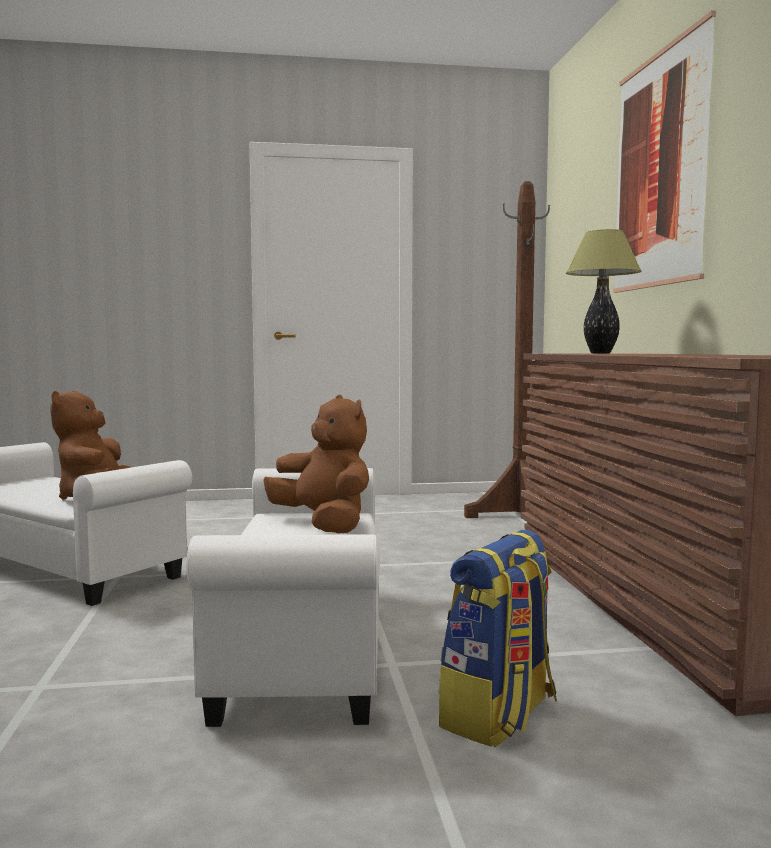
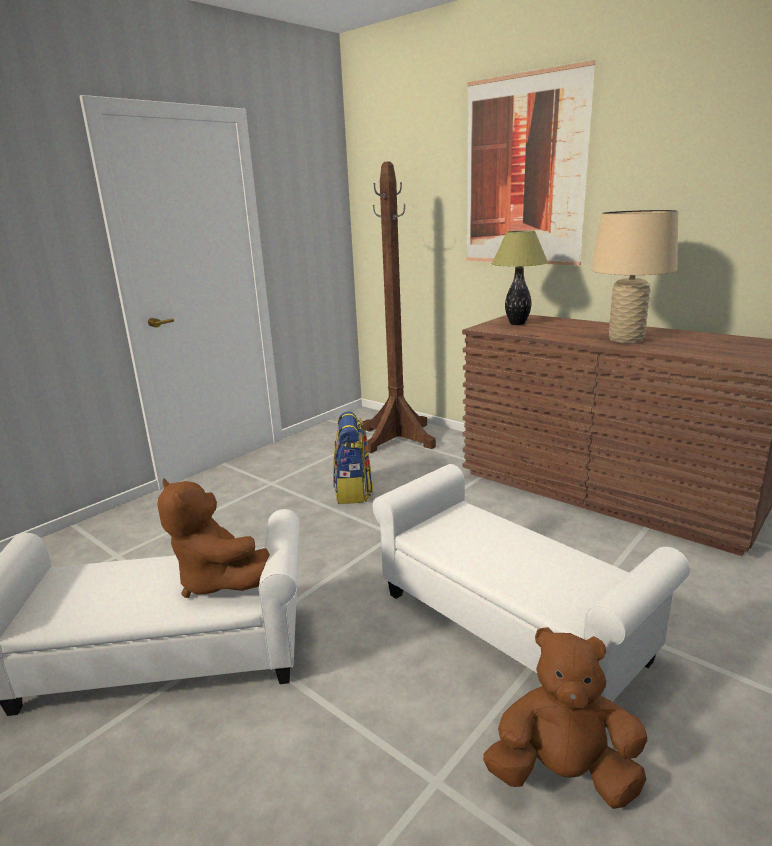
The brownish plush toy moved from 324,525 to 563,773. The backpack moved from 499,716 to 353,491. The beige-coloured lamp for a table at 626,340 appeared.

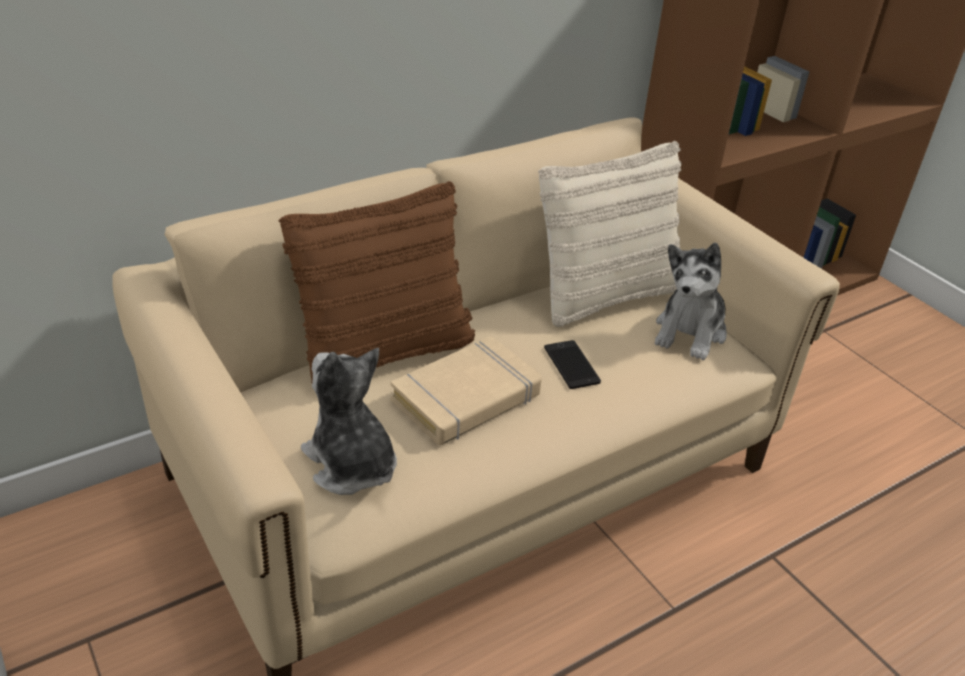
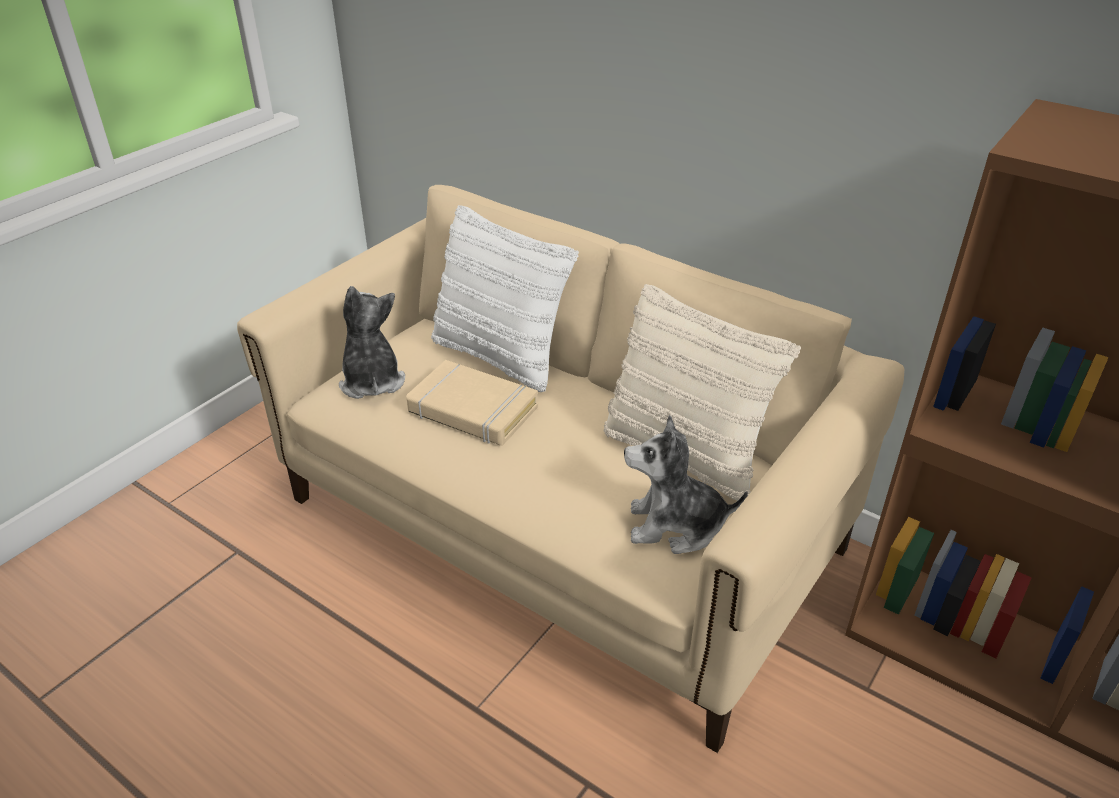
The brownish cushion at 385,353 became the white cushion at 502,358. The plush toy at 351,464 turned 45 degrees counterclockwise. The phone at 571,365 disappeared.

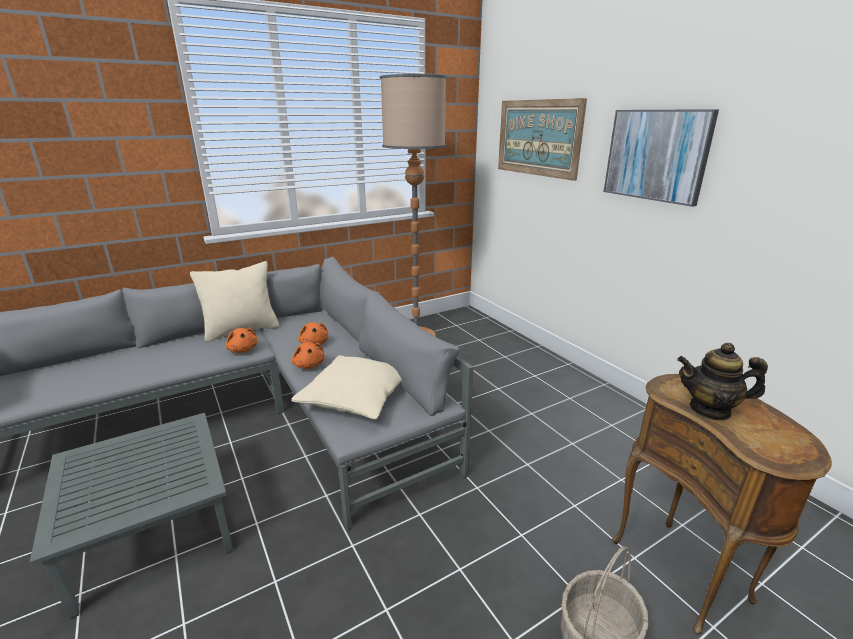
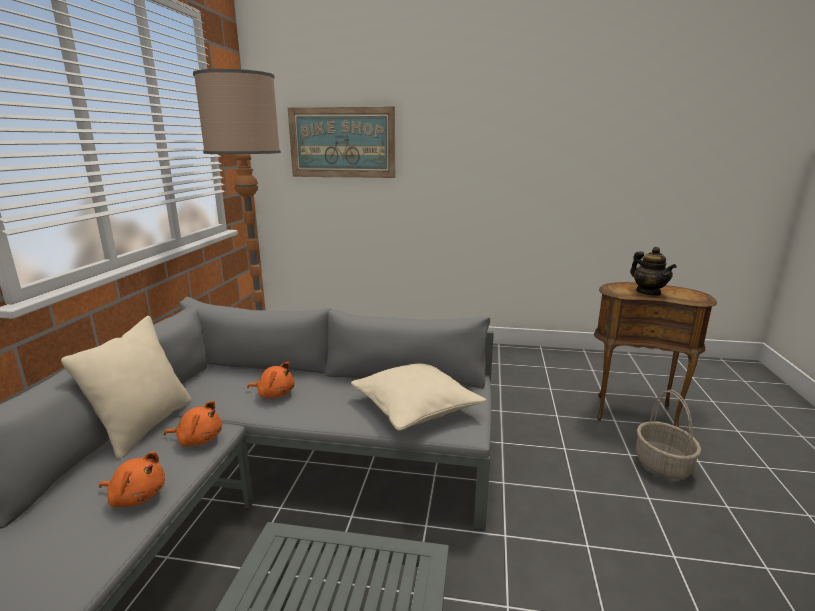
The orangey plush toy moved from 309,365 to 137,496. The wall art at 656,155 disappeared. The tea pot at 710,410 turned 75 degrees counterclockwise.

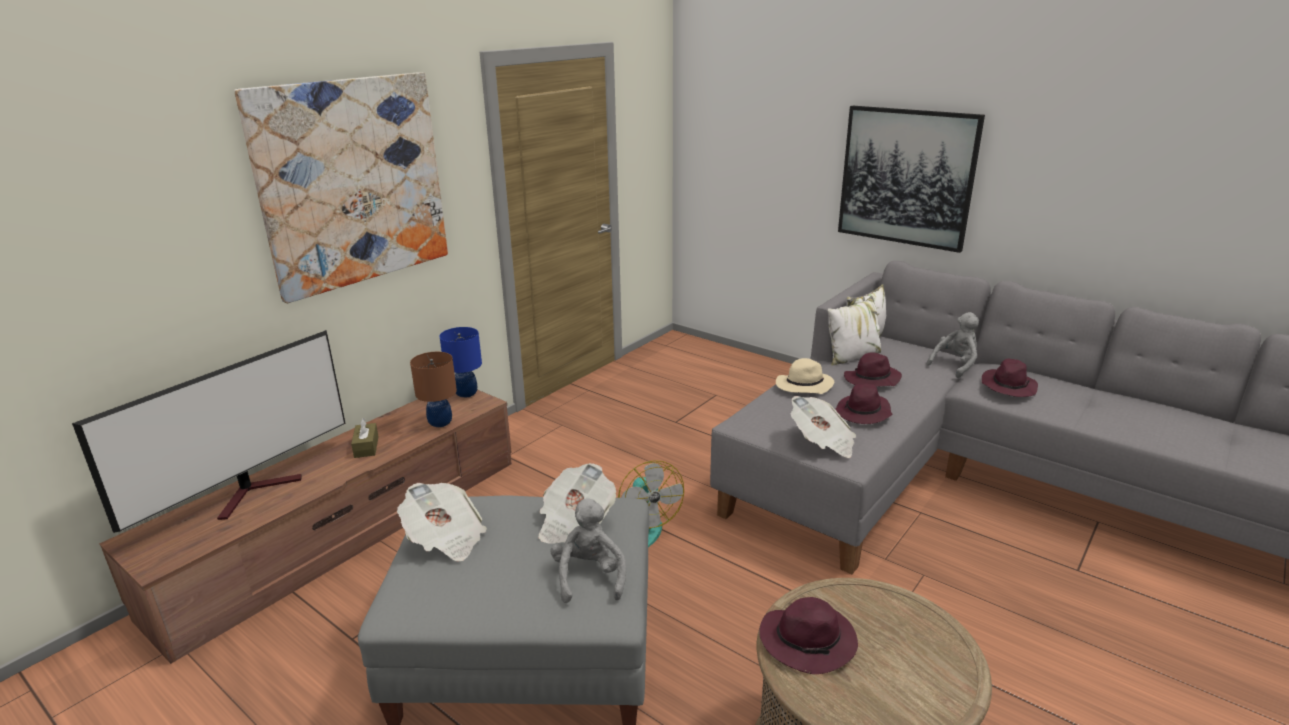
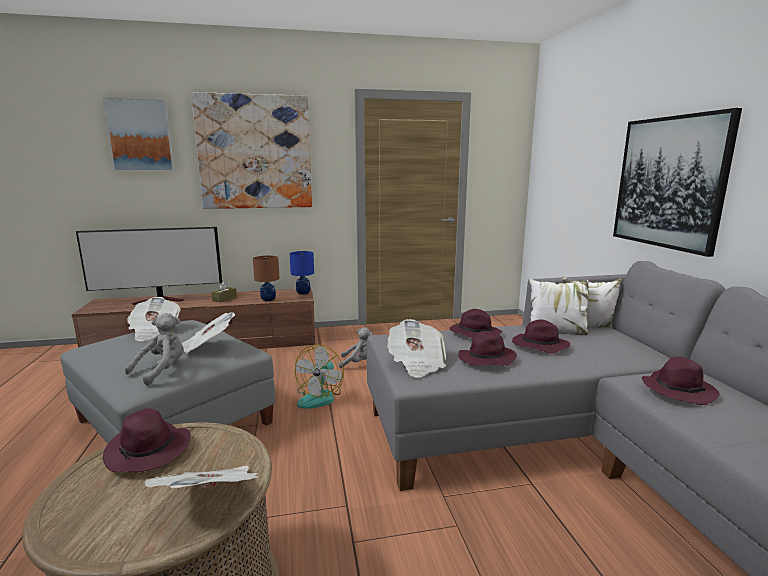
The beige-coloured wearable hat at 803,386 became the purple wearable hat at 474,333. The gray plush toy moved from 955,365 to 358,363. The wall art at 140,135 appeared. The newspaper at 212,500 appeared.

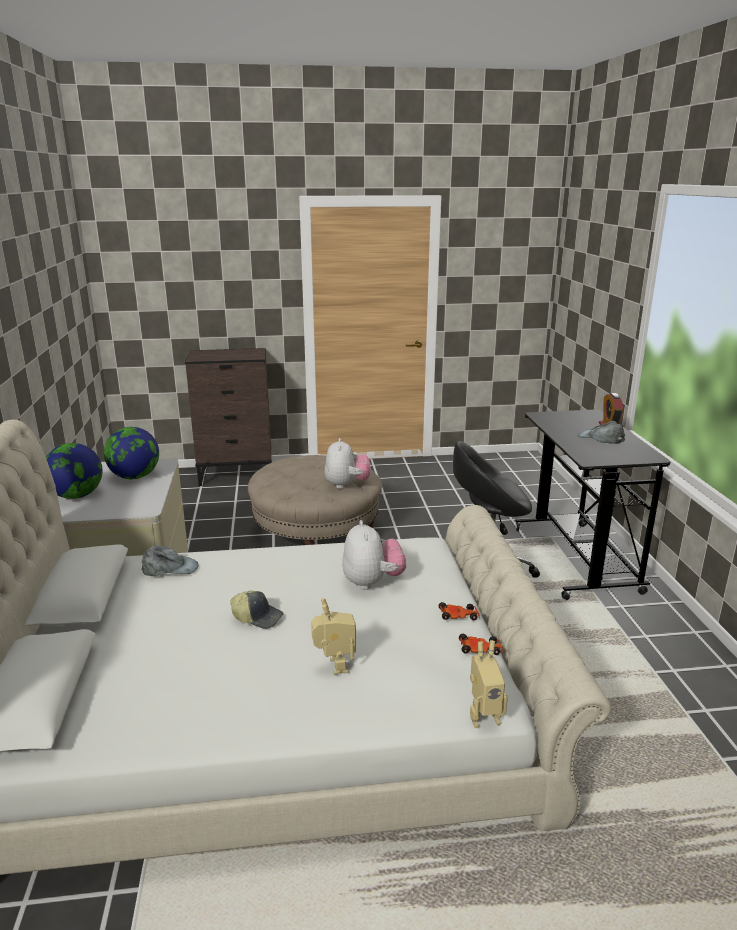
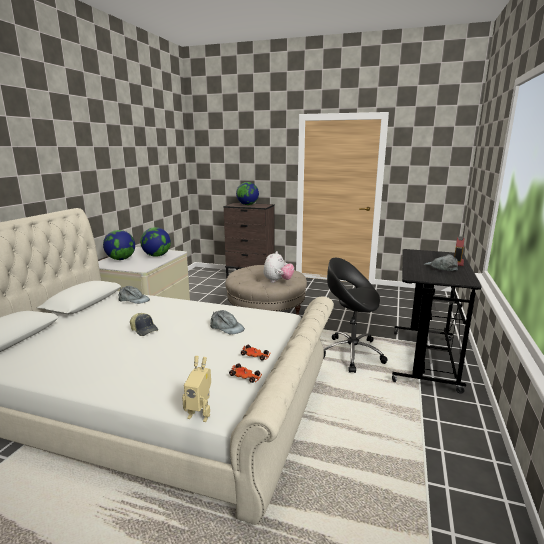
The model robot at 334,666 disappeared. The plush toy at 372,582 was replaced by the gray cap at 226,327. The world globe at 247,205 appeared.

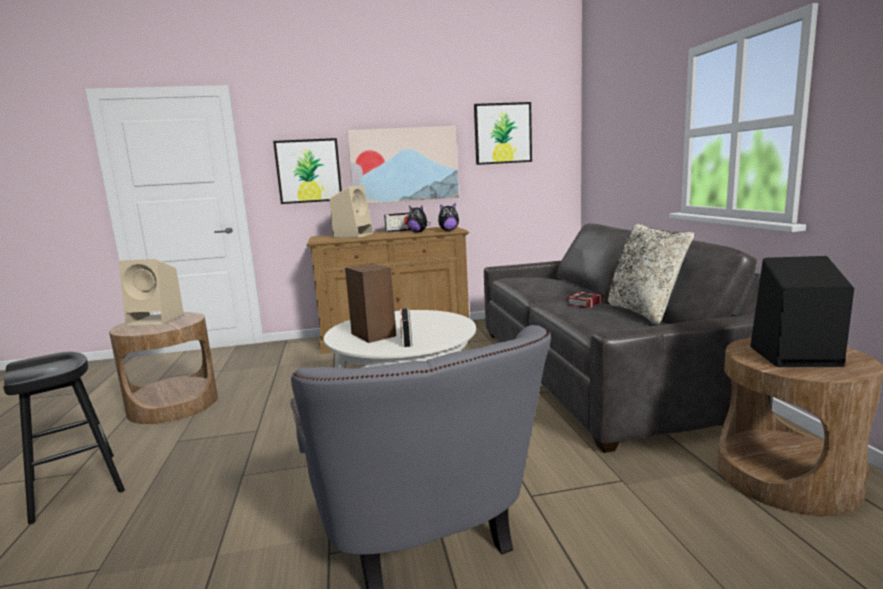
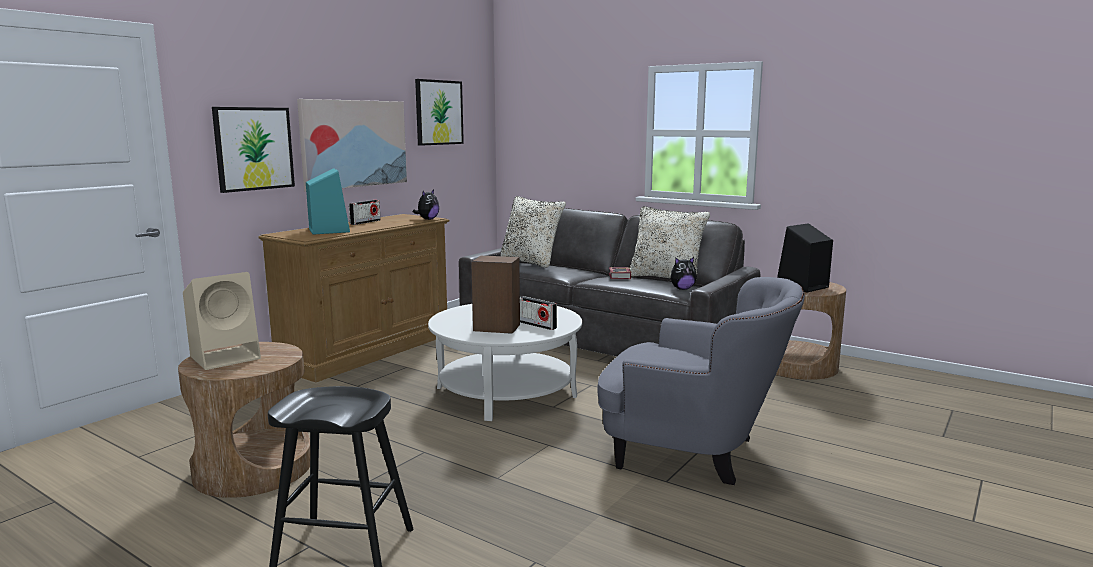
The beige-coloured loudspeaker at 353,235 became the turquoise loudspeaker at 328,230. The plush toy moved from 418,232 to 682,289. The beige-coloured cushion at 531,264 appeared.

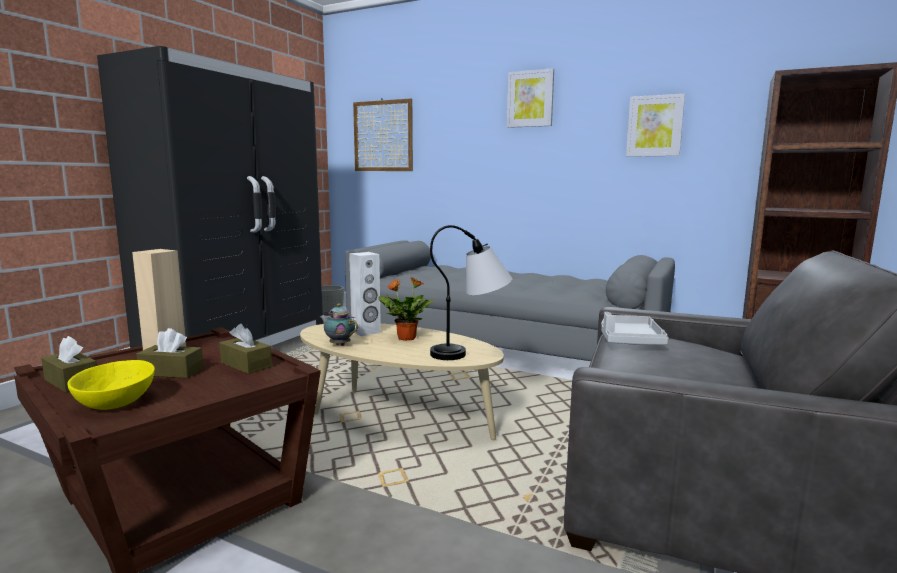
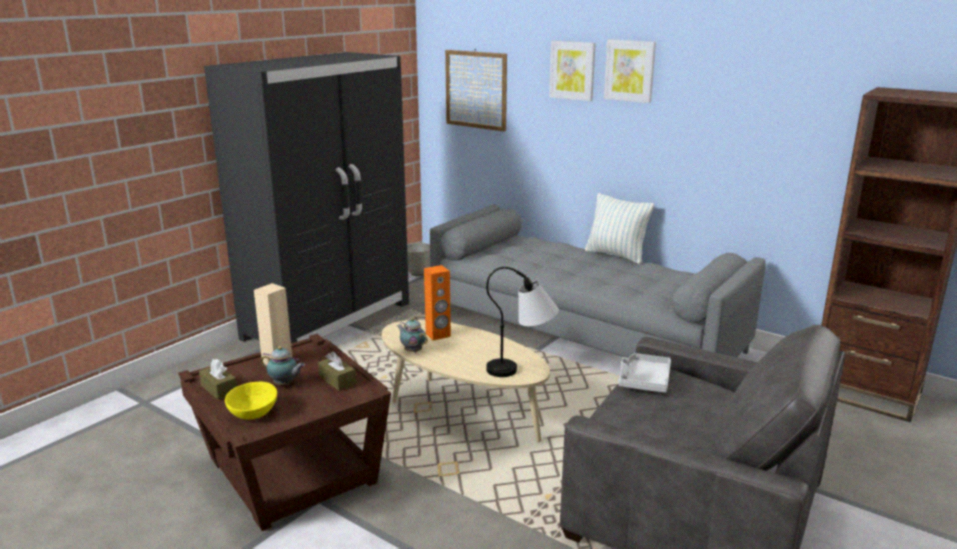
The brownish tissue holder at 171,372 was replaced by the tea pot at 285,384. The white loudspeaker at 366,332 became the orangey loudspeaker at 438,335. The houseplant at 405,338 disappeared. The wall art moved from 654,126 to 572,70. The cushion at 616,255 appeared.

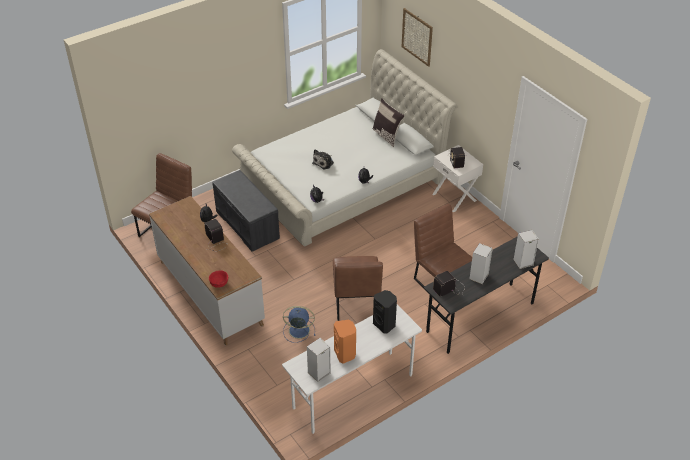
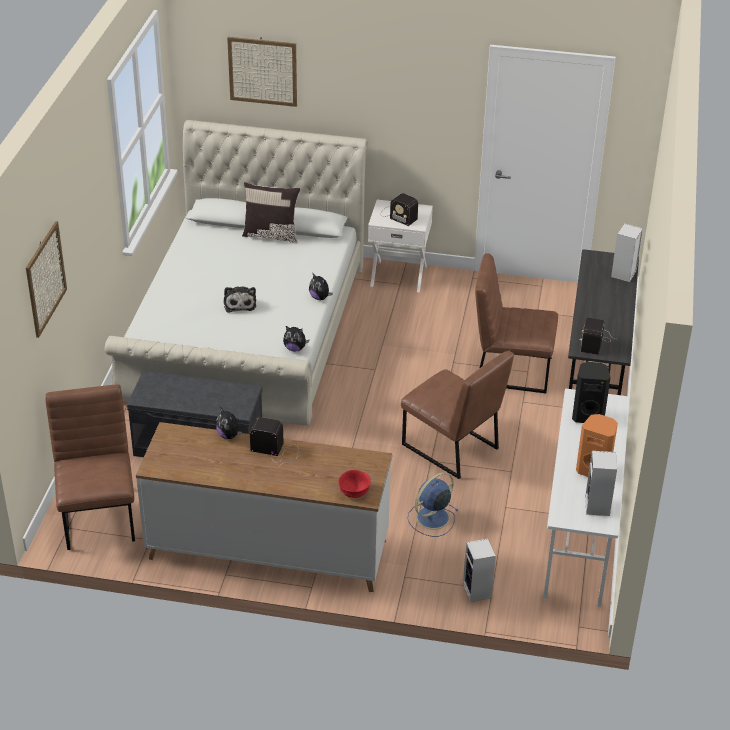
The loudspeaker moved from 479,277 to 478,592. The wall art at 45,277 appeared.

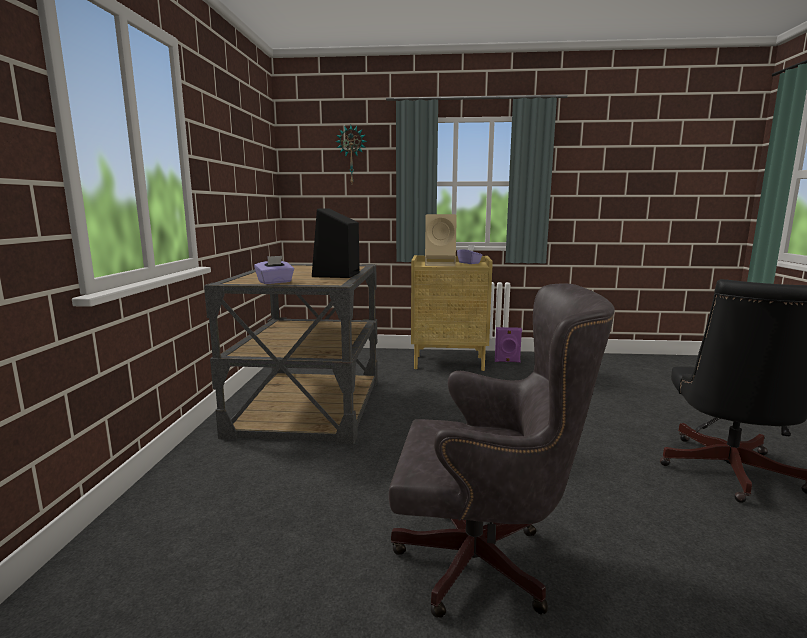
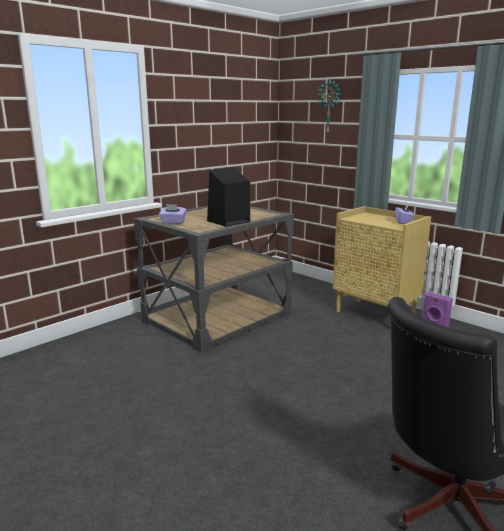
The gray office chair at 484,563 disappeared. The beige-coloured loudspeaker at 441,264 disappeared.

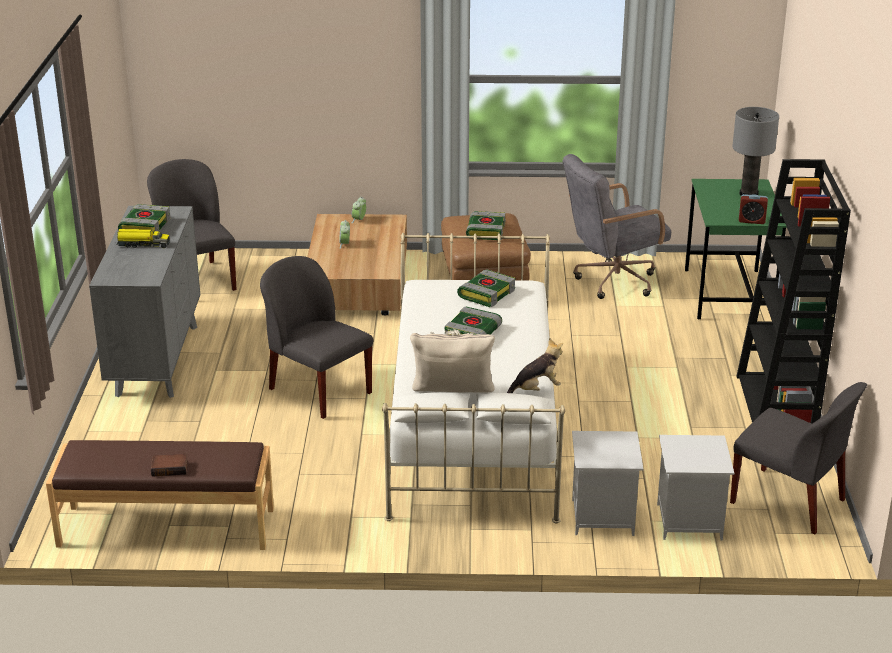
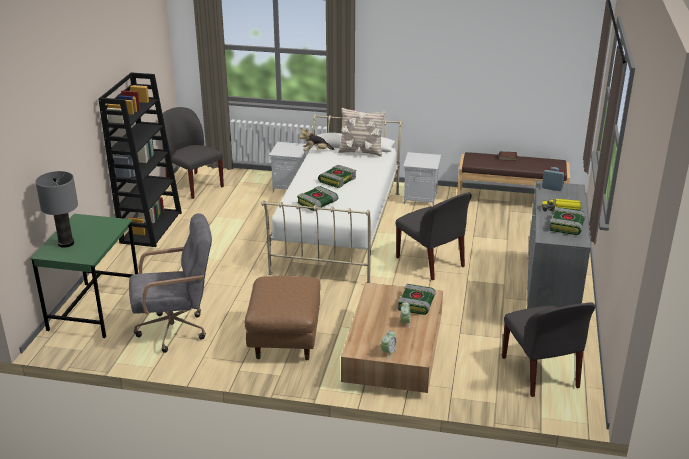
The volume moved from 485,231 to 416,304. The gray bedside table moved from 687,522 to 421,198. The alarm clock moved from 751,221 to 552,188.

